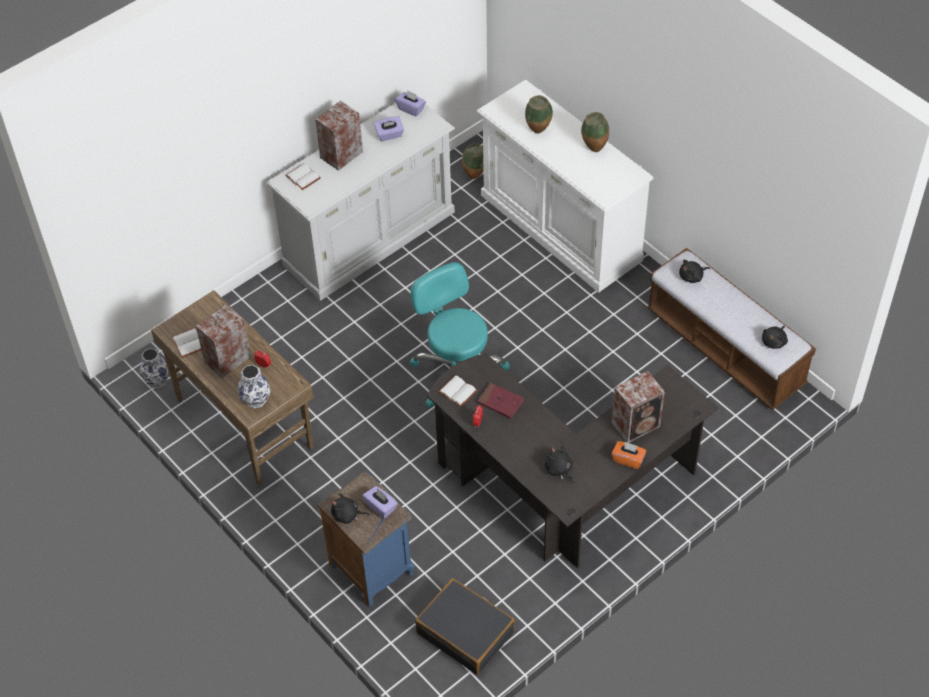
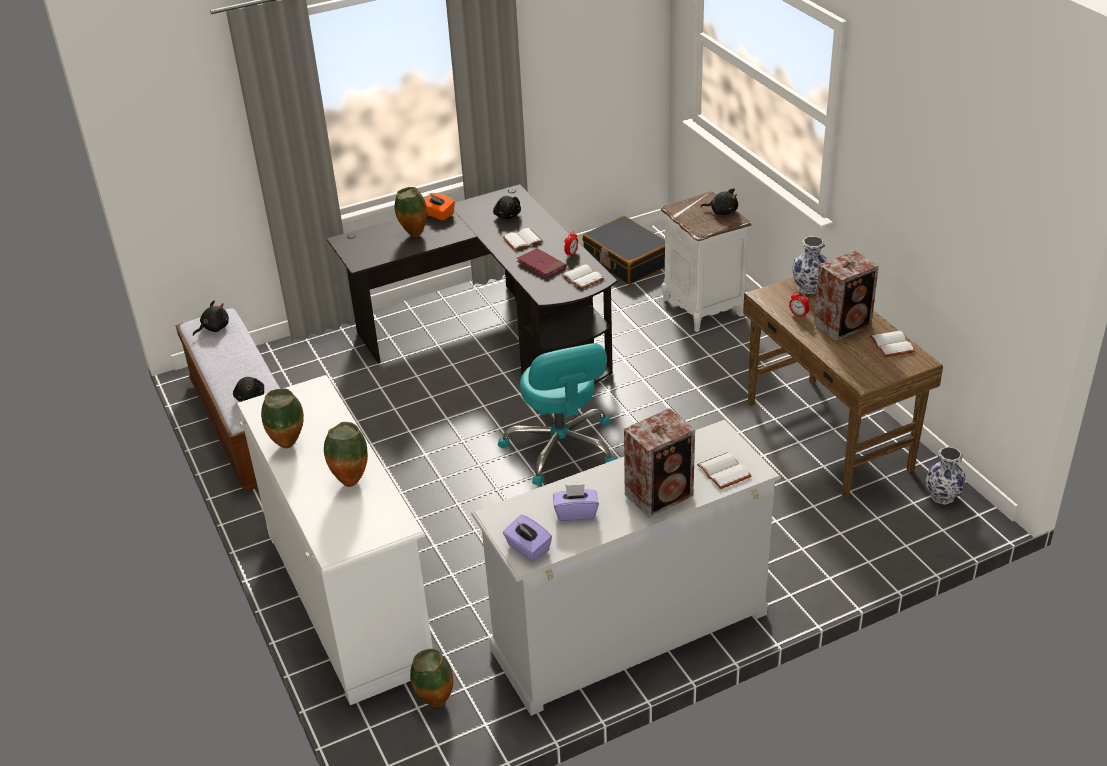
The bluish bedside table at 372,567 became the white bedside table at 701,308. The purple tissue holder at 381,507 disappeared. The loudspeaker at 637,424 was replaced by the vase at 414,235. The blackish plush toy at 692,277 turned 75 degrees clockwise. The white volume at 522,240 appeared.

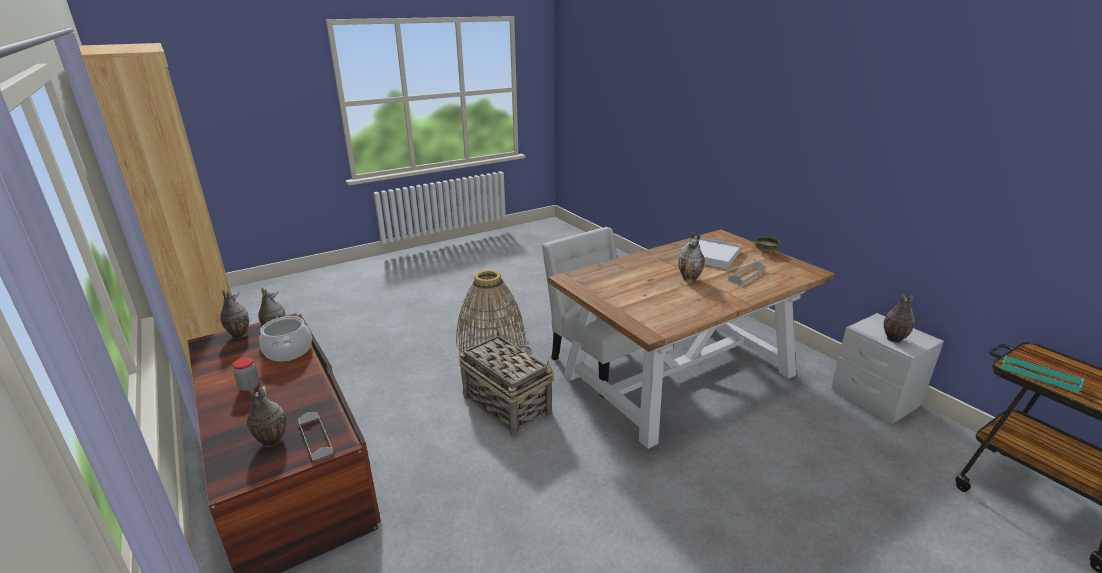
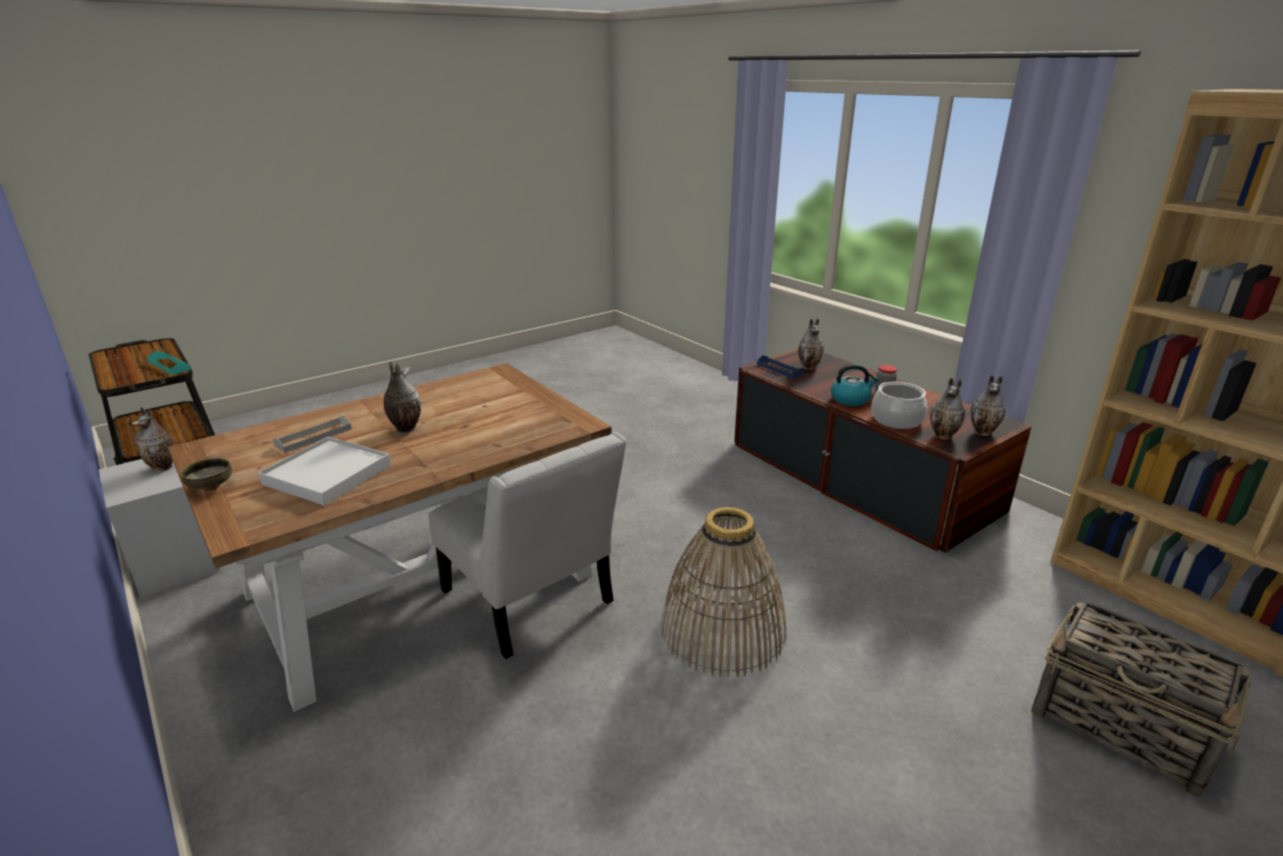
The gray serving tray at 315,438 became the bluish serving tray at 779,369. The household basket moved from 506,404 to 1122,728. The tea kettle at 850,399 appeared.

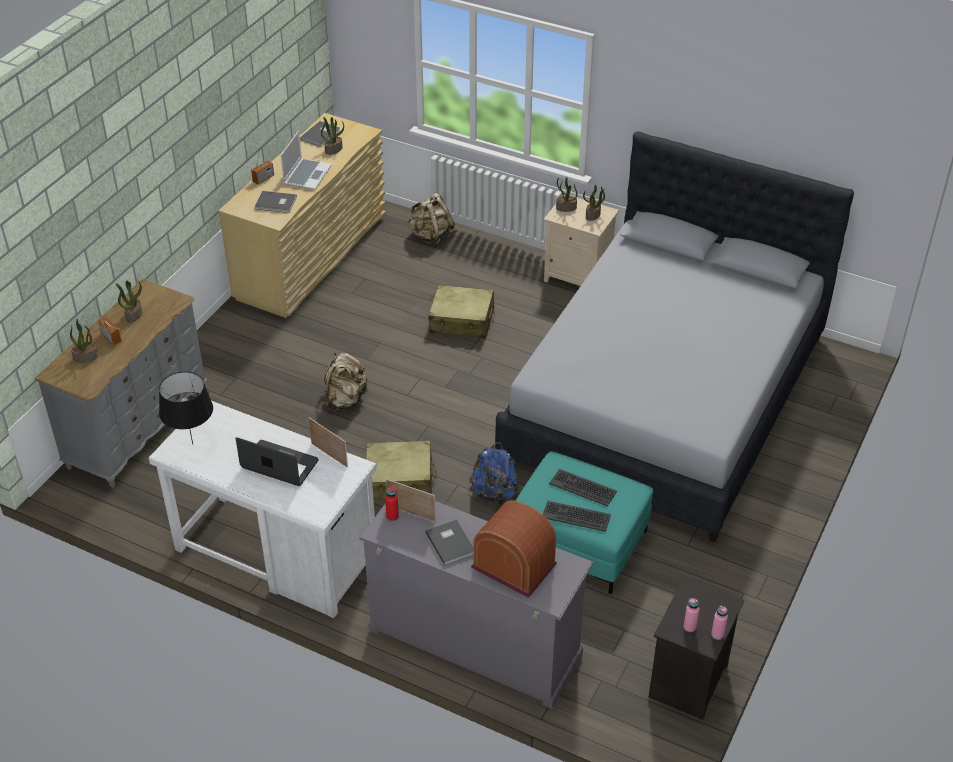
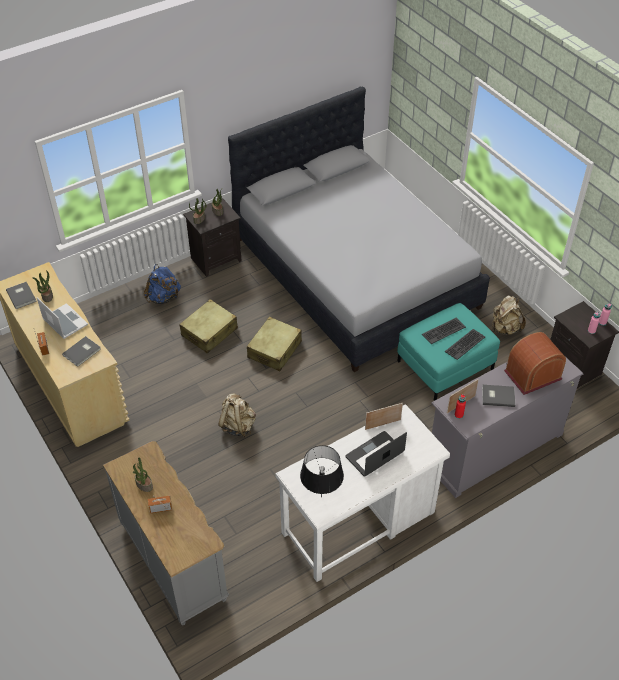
The houseplant at 86,357 disappeared. The beige-coloured suitcase moved from 400,479 to 275,350. The beige-coloured backpack moved from 431,236 to 505,328. The bluish backpack moved from 495,493 to 163,297. The beige-coloured bedside table at 578,277 became the blackish bedside table at 216,259.

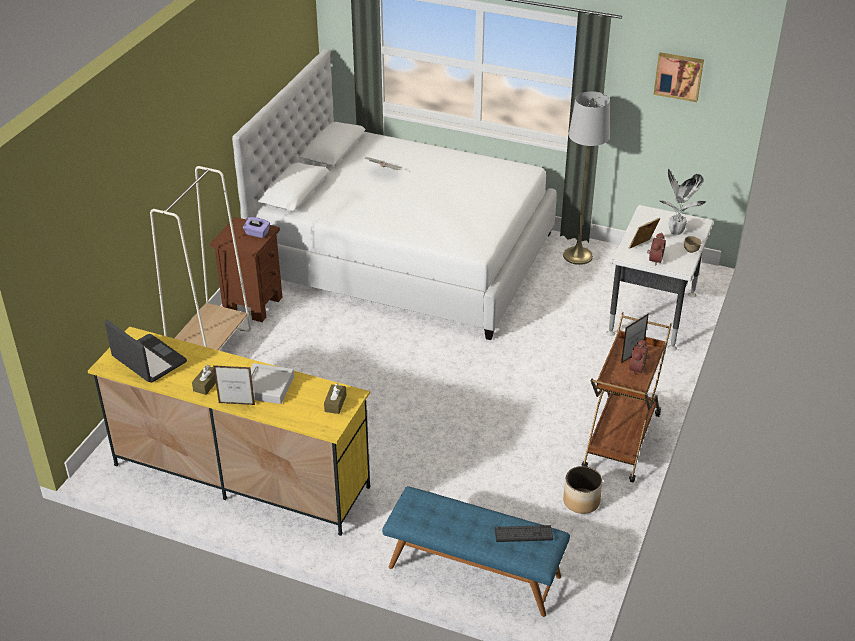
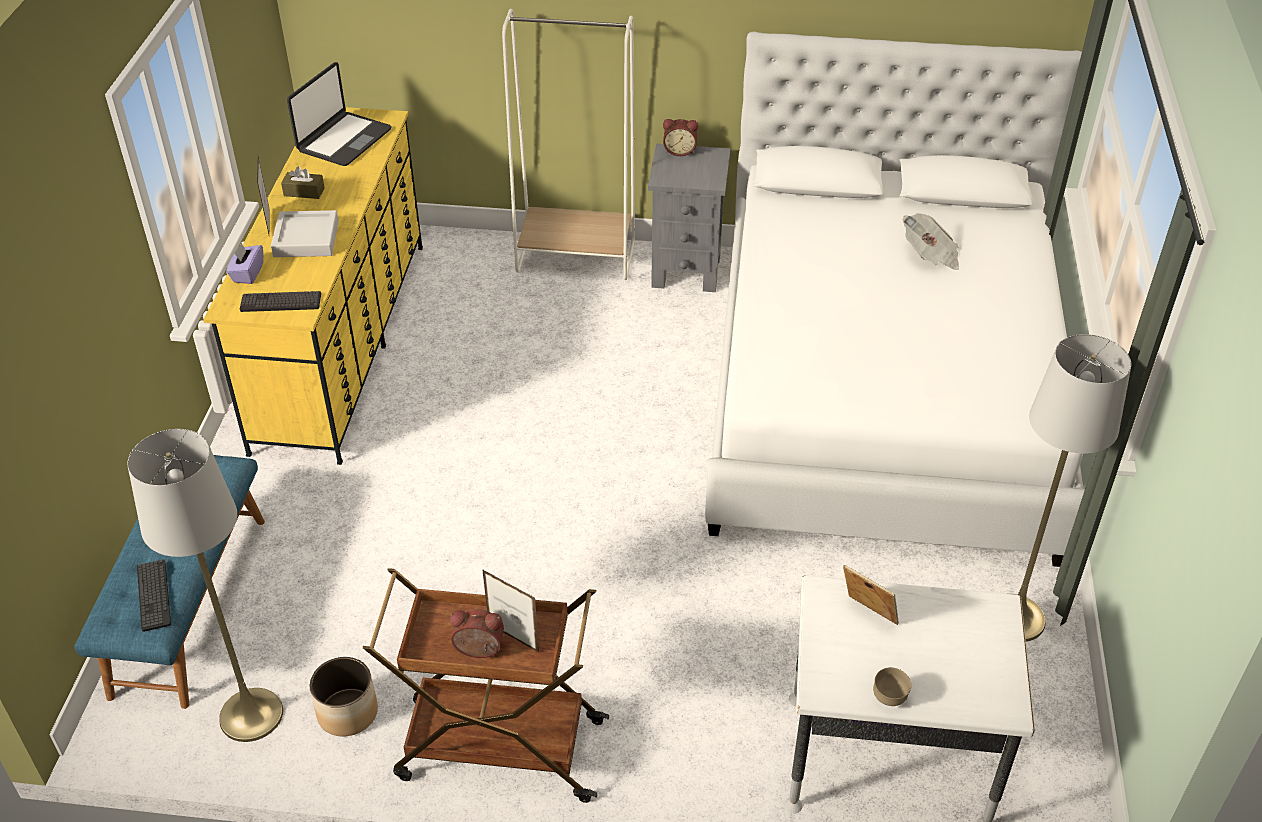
The brownish bedside table at 254,304 became the gray bedside table at 687,271. The purple tissue holder moved from 257,233 to 247,273. The brownish tissue holder at 335,403 was replaced by the computer keyboard at 280,302. The alarm clock moved from 654,259 to 680,150. The wall art at 678,76 disappeared. The houseplant at 676,232 disappeared. The gray standing lamp at 251,715 appeared.

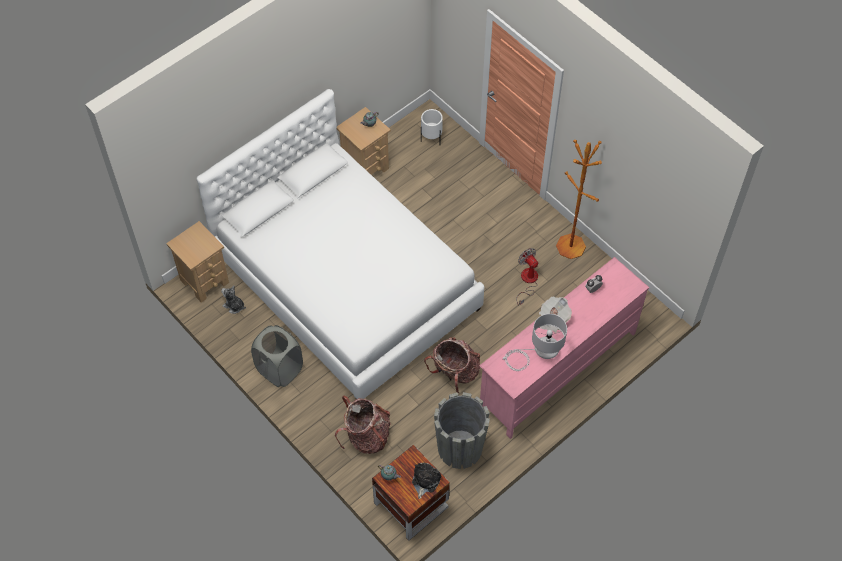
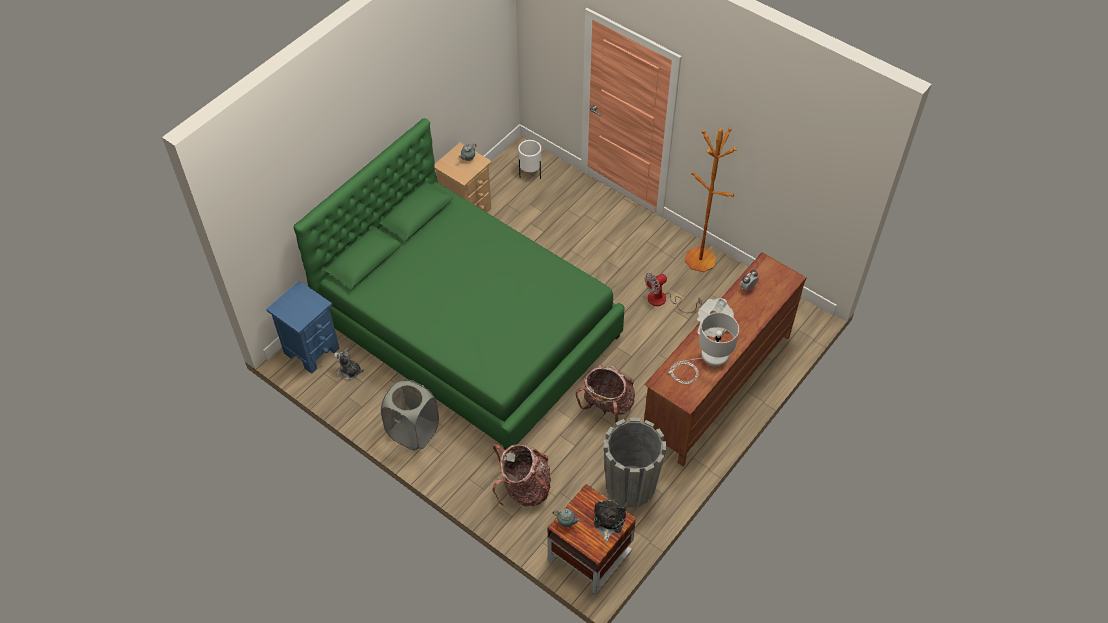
The beige-coloured bedside table at 205,281 became the bluish bedside table at 312,351. The white sleeping bed at 346,281 became the greenish sleeping bed at 468,328. The pinkish chest of drawers at 557,370 became the brownish chest of drawers at 717,386. The cooling fan at 527,281 turned 75 degrees counterclockwise.

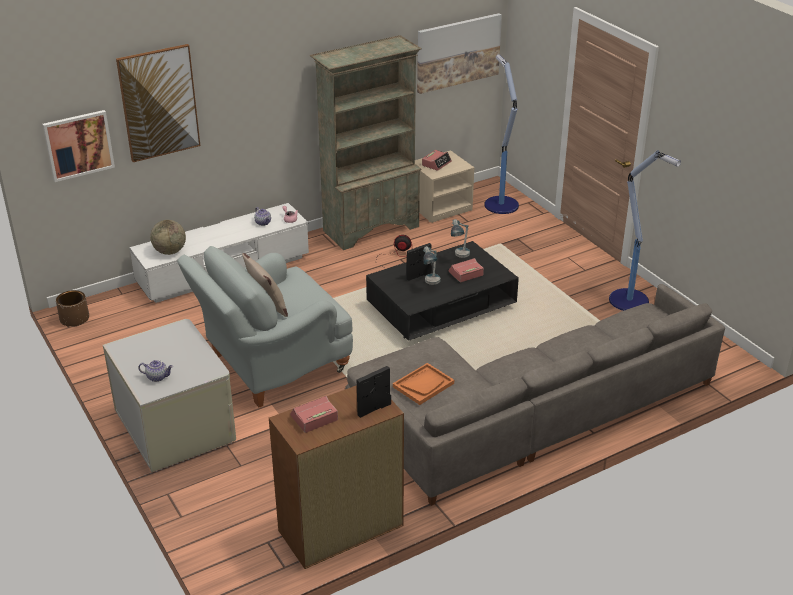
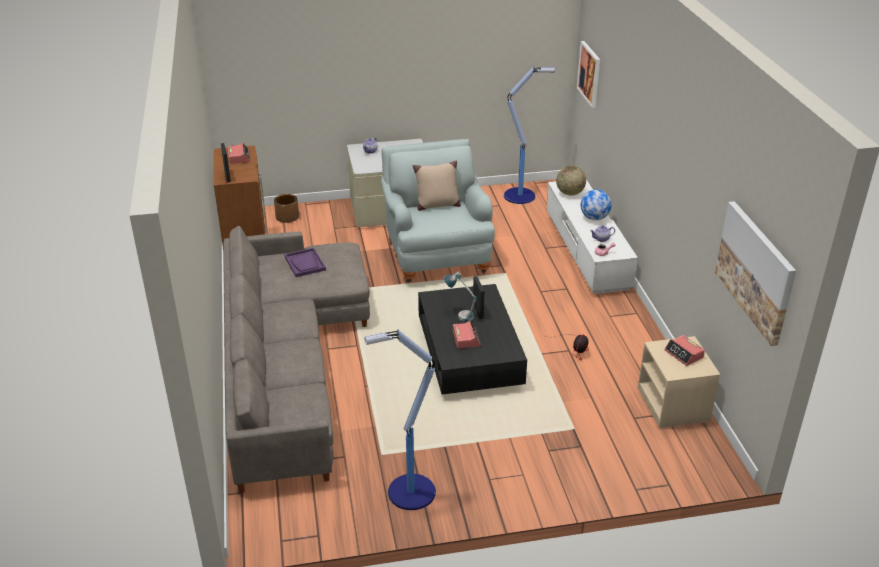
The brownish flower pot moved from 74,319 to 287,217. The wall art at 159,103 disappeared. The greenish shelving unit at 371,228 disappeared. The orangey serving tray at 423,385 became the purple serving tray at 305,263. The lamp for a table at 460,257 disappeared. The standing lamp moved from 500,204 to 521,196. The world globe at 594,218 appeared.

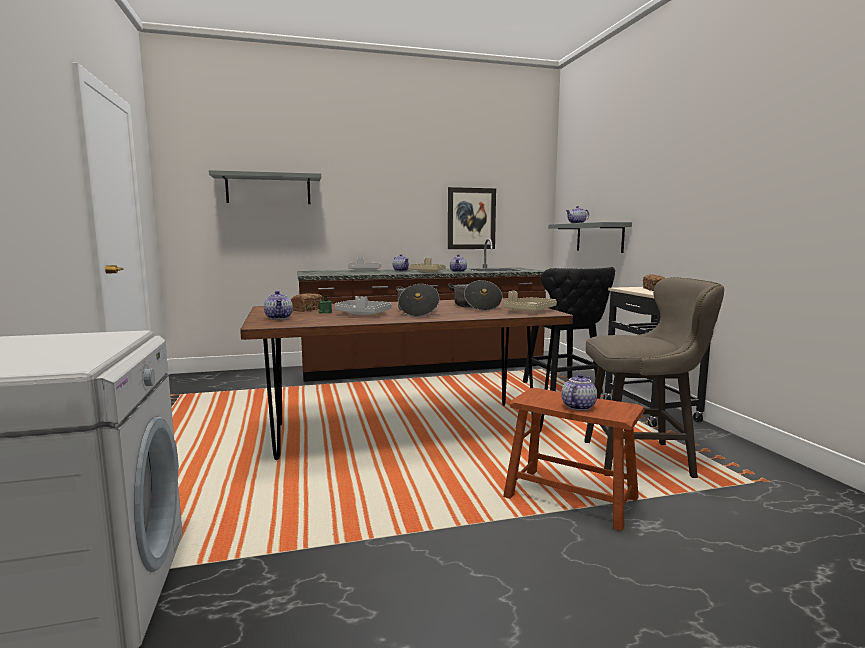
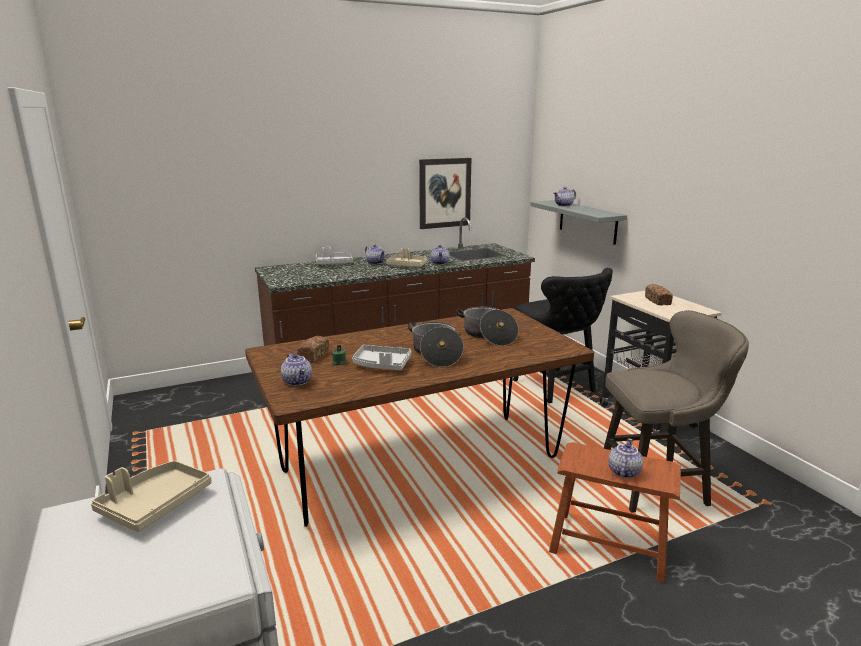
The gray bracket shelf at 268,189 disappeared. The beige-coloured serving tray moved from 529,311 to 154,504.

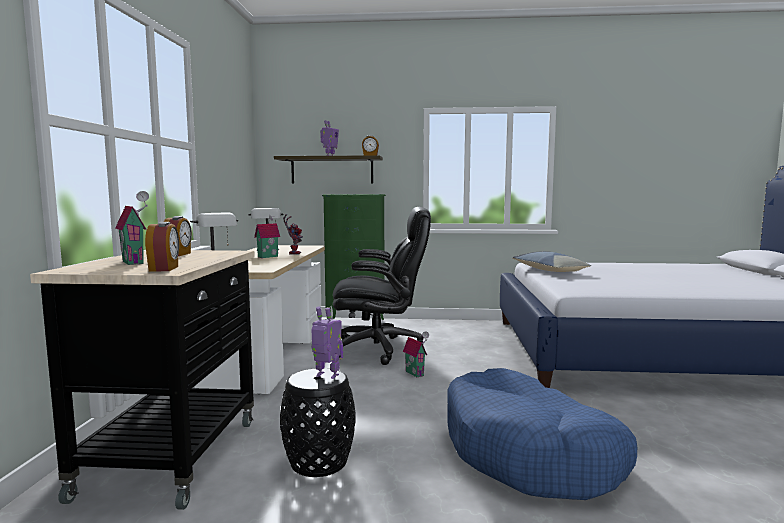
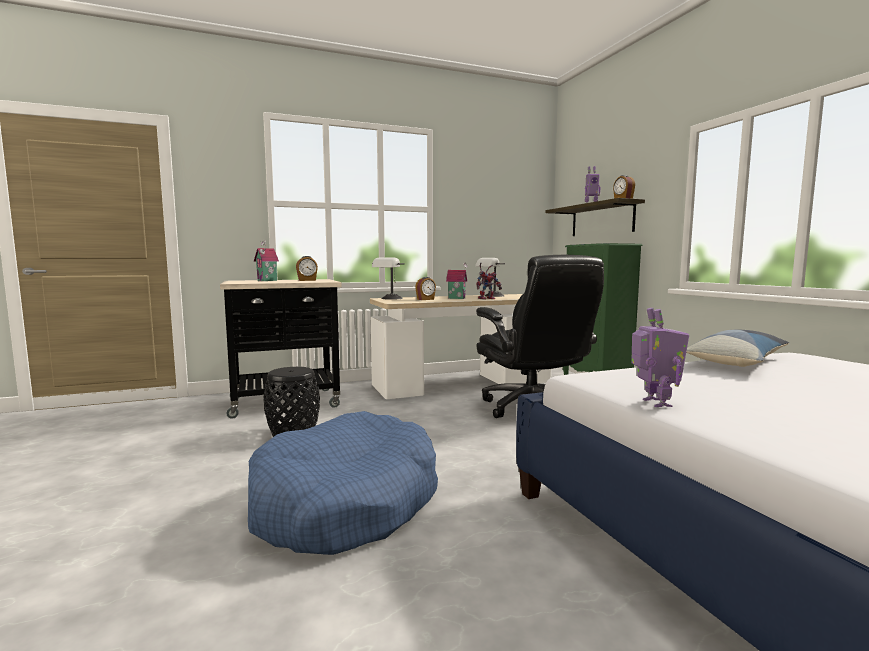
The alarm clock moved from 164,269 to 425,299. The model robot moved from 327,376 to 655,403. The miniature house at 416,373 disappeared.

